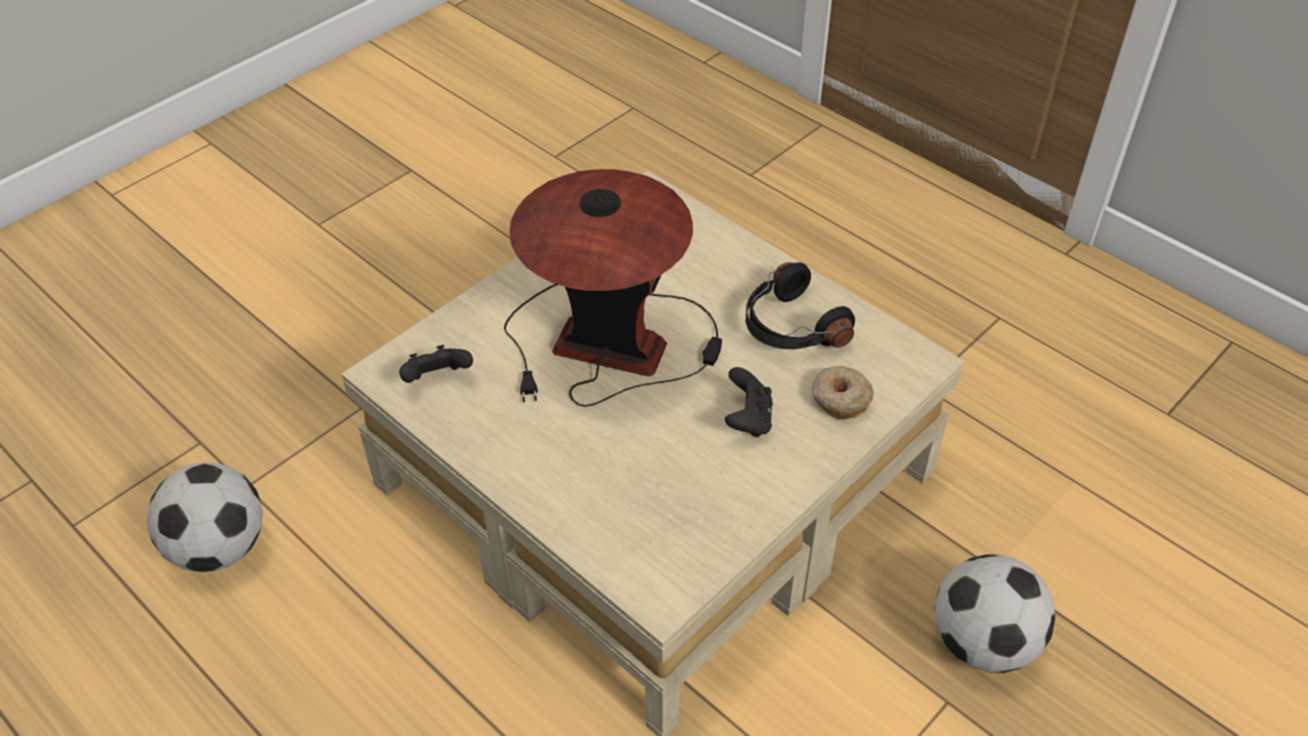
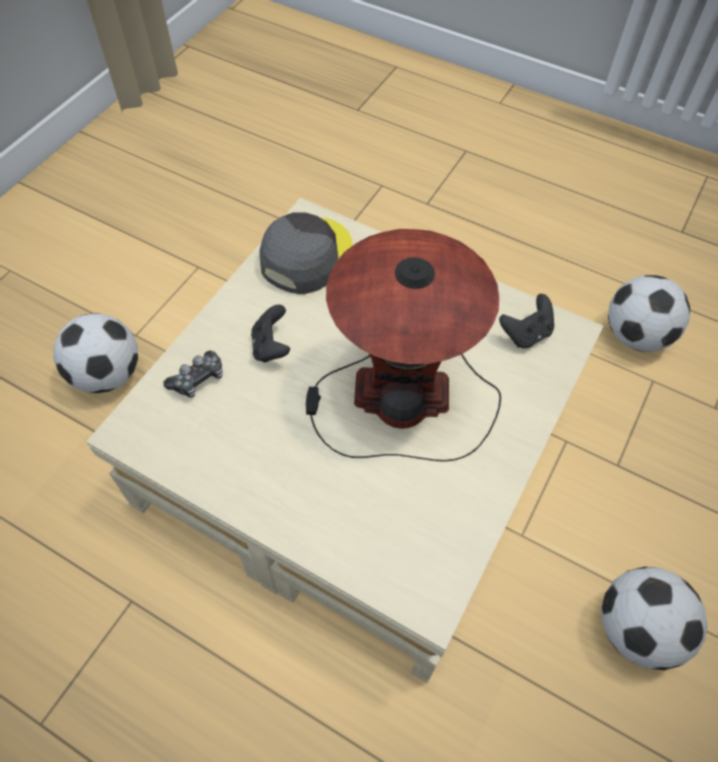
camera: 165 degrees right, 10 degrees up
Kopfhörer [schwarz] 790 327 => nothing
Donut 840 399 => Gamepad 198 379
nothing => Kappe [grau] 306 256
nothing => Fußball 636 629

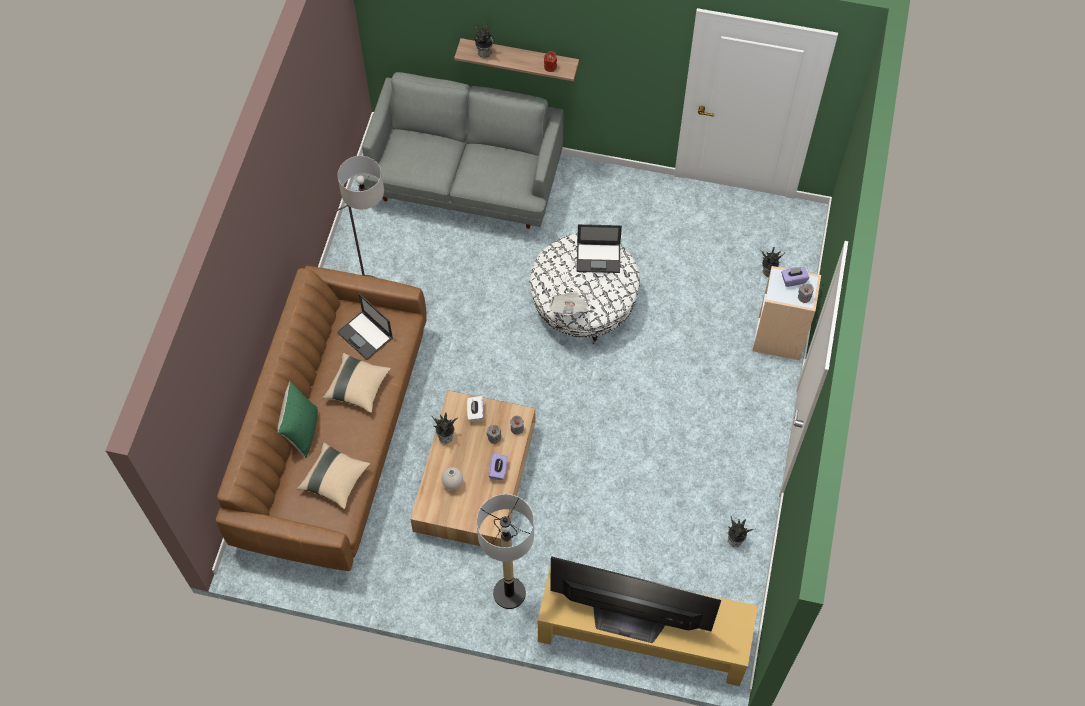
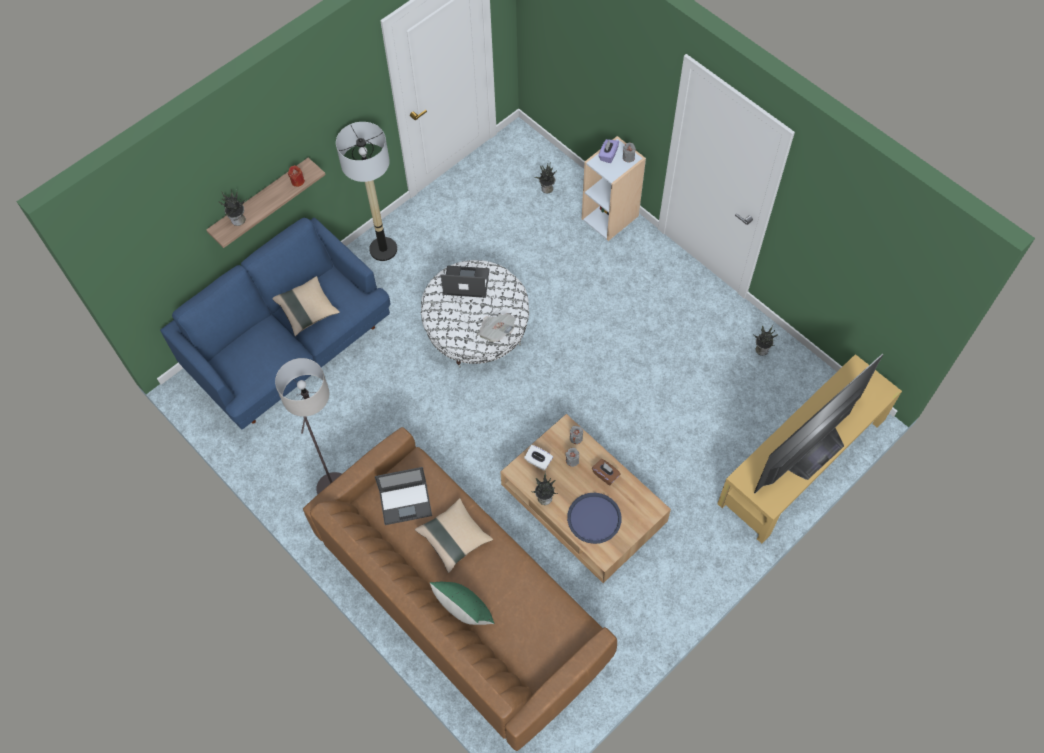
camera: 55 degrees left, 0 degrees up
Sofa [grau] 464 183 => Sofa [blau] 289 350
Laptop 599 257 => Laptop 465 282, 120 degrees counterclockwise
Kissen [beige] 335 480 => Kissen [beige] 307 311, moved
Taschentuchbox [lila] 498 470 => Taschentuchbox [braun] 605 475
Vase [weiß] 452 484 => Tablett [blau] 594 518
Stehlampe 509 593 => Stehlampe 383 249, moved

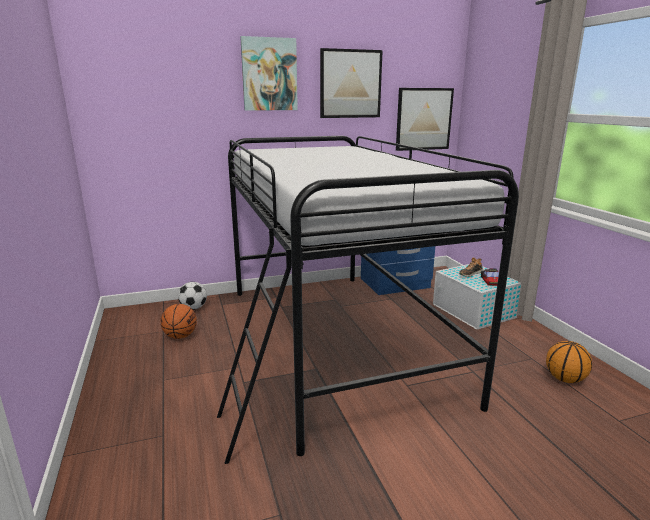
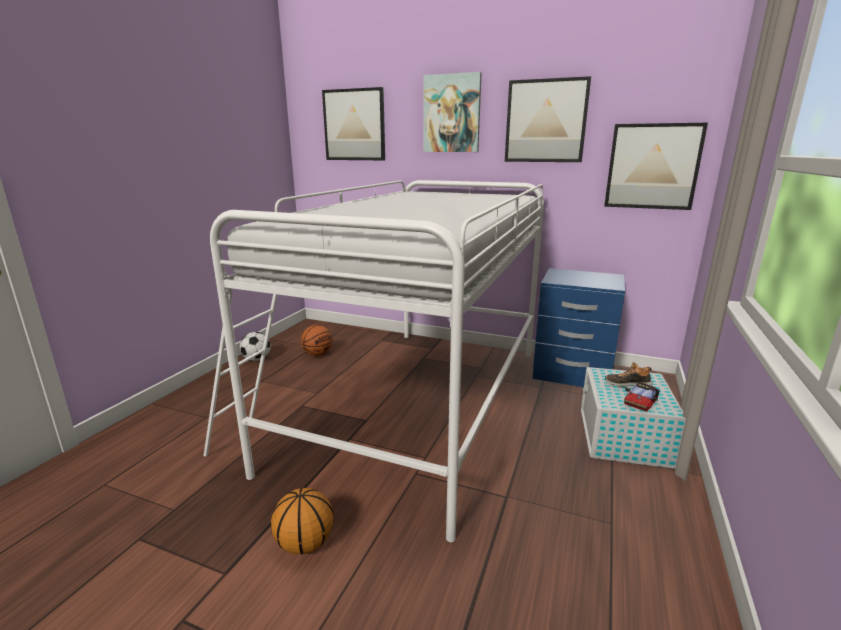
camera: 40 degrees right, 0 degrees up
Bett [schwarz] 332 342 => Bett [weiß] 415 404
Fußball 193 308 => Fußball 257 359, moved
Basketball 565 379 => Basketball 305 544, moved
nothing => Bild 354 125

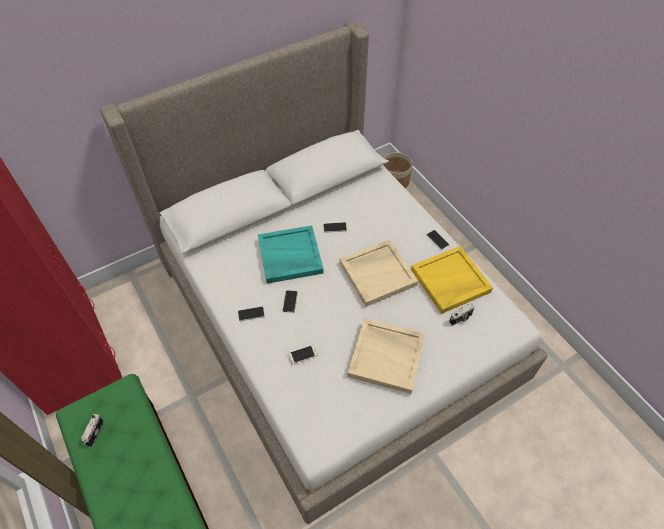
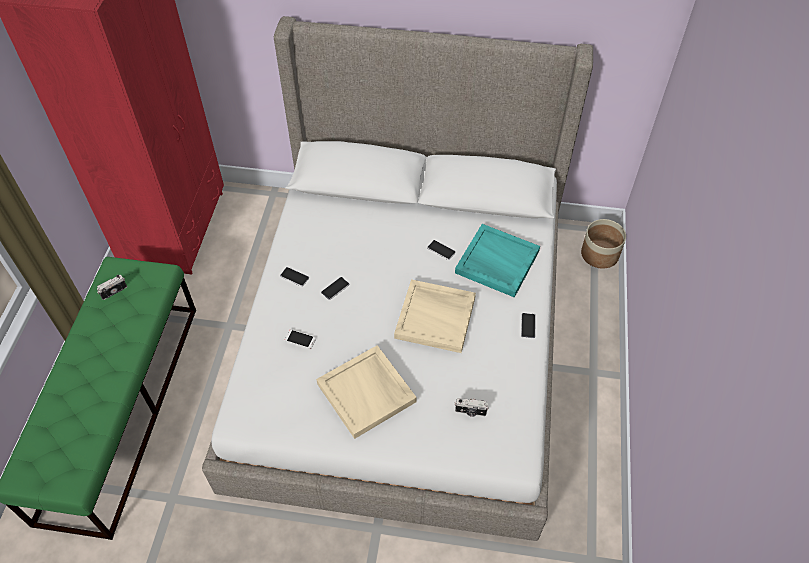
camera: 40 degrees right, 0 degrees up
Tablett [türkis] 289 256 => Tablett [türkis] 496 262, moved
Tablett [gelb] 450 281 => nothing

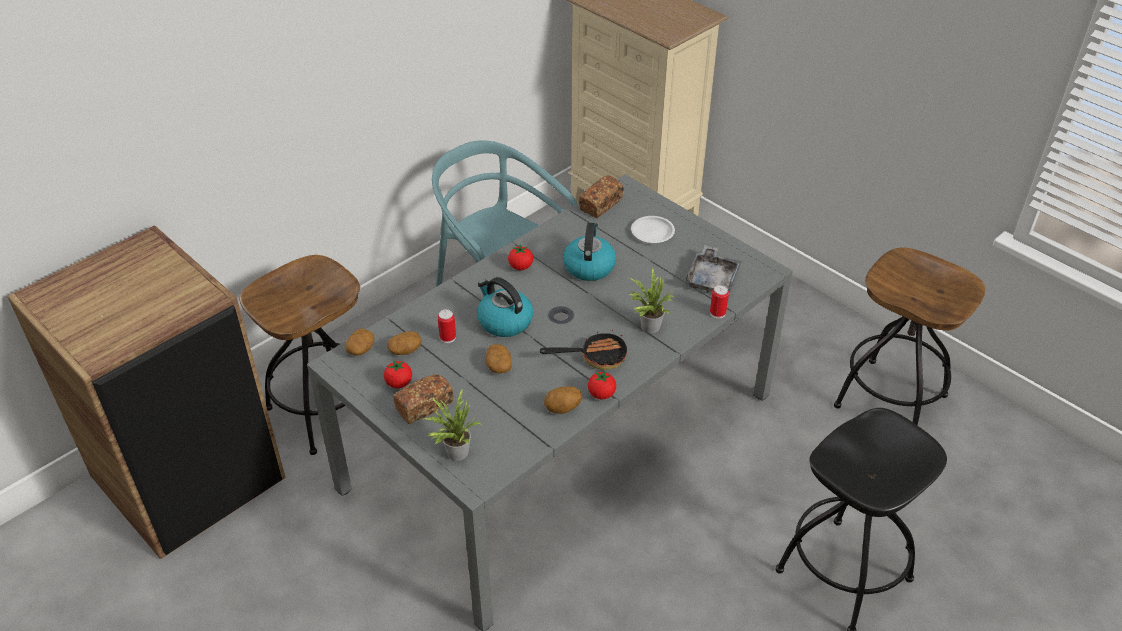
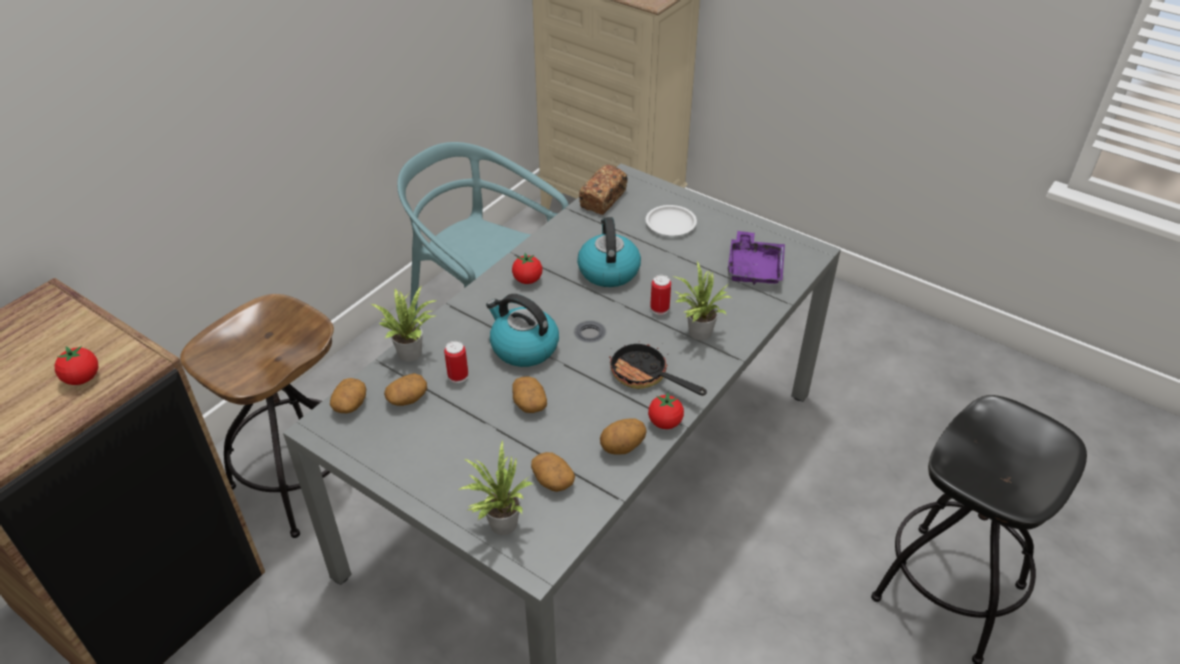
camera: 10 degrees left, 0 degrees up
Tablett [grau] 712 278 => Tablett [lila] 754 268
Hocker [braun] 891 401 => nothing
Dose 717 313 => Dose 659 308, moved
Pfanne 596 356 => Pfanne 645 376, 120 degrees counterclockwise
Tomate 399 383 => Tomate 82 378, moved
Brot 424 406 => nothing
nothing => Topfpflanze 412 351
nothing => Kartoffel 552 480

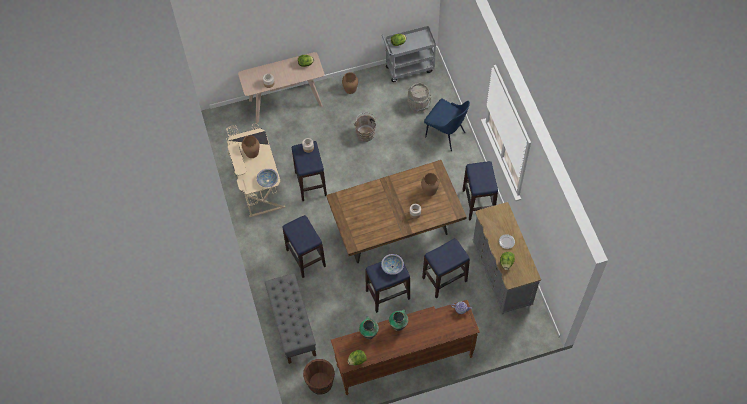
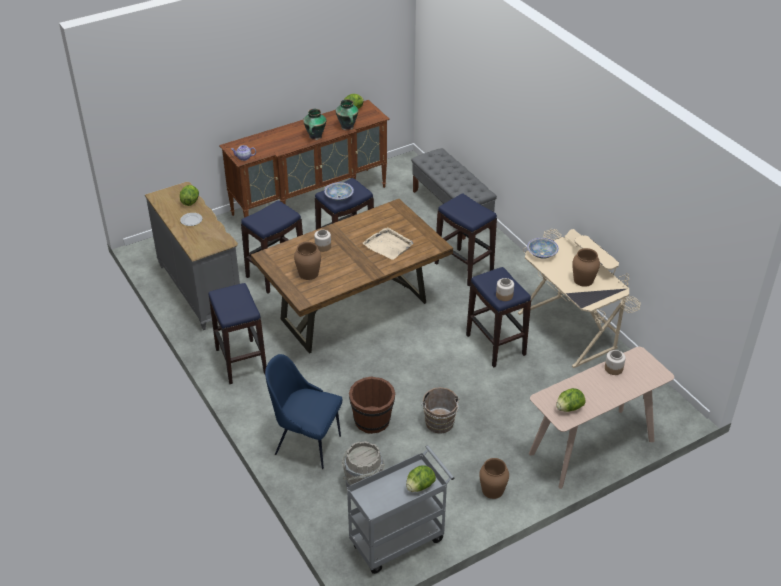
camera: 165 degrees right, 20 degrees down
Eimer [braun] 320 382 => Eimer [braun] 372 421, moved
nothing => Tablett [beige] 388 245

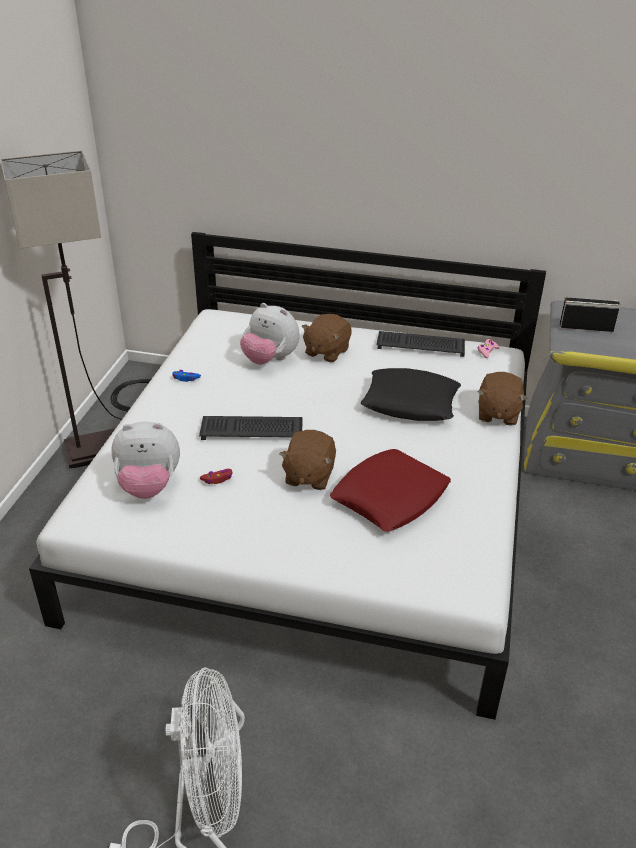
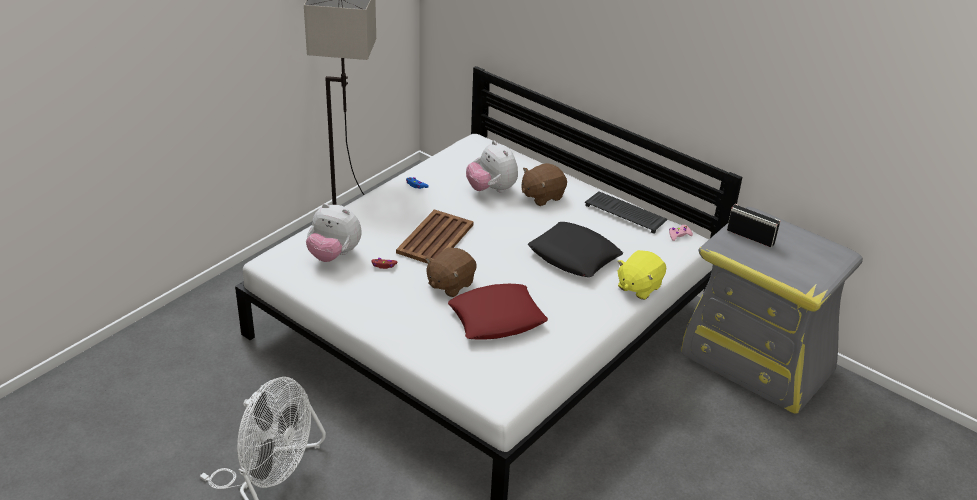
camera: 25 degrees right, 0 degrees up
Plüschtier [braun] 497 413 => Plüschtier [gelb] 638 287
Tastatur 253 429 => Tablett [braun] 436 238

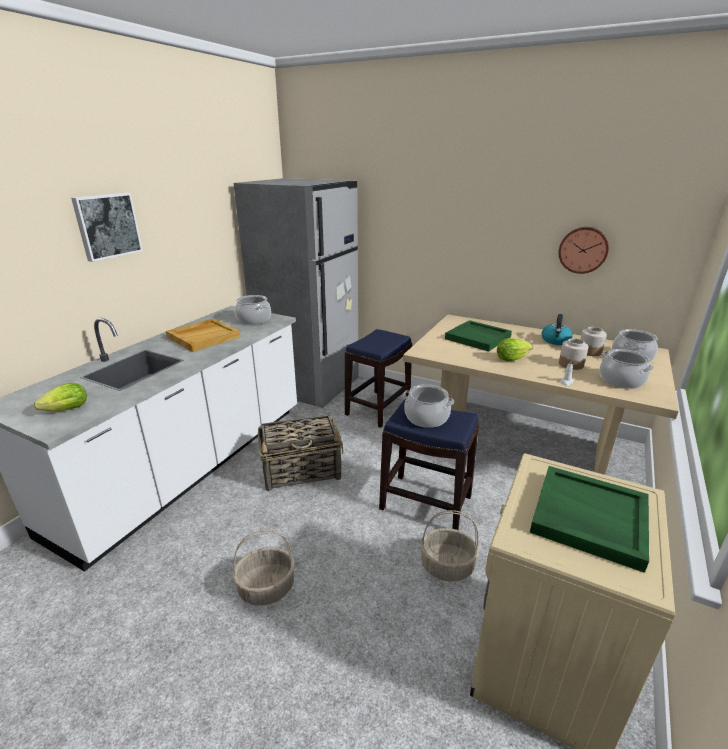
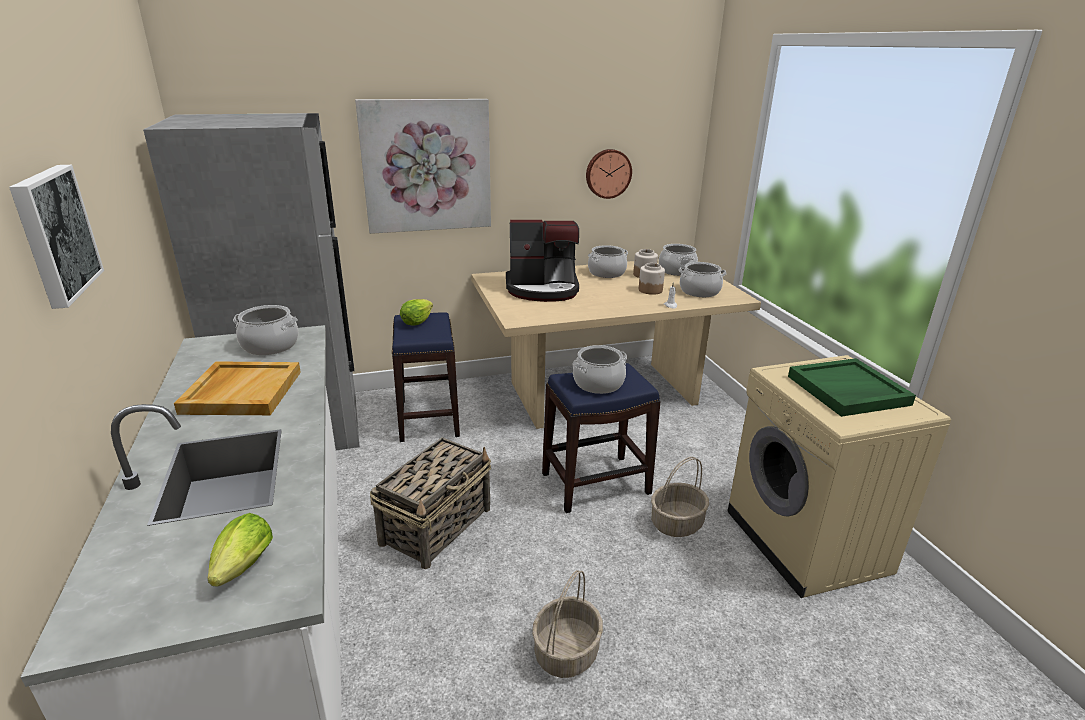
camera: 45 degrees left, 0 degrees up
Wasserkessel 555 341 => Kochtopf 606 273
Tablett [grün] 478 338 => Kaffeemaschine 543 289
Salatkopf 511 359 => Salatkopf 417 322, moved
nothing => Bild 427 166

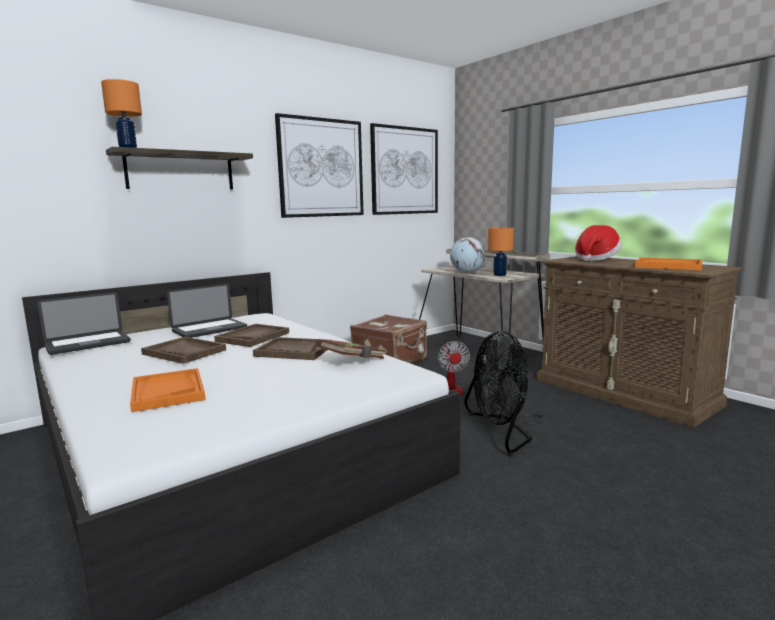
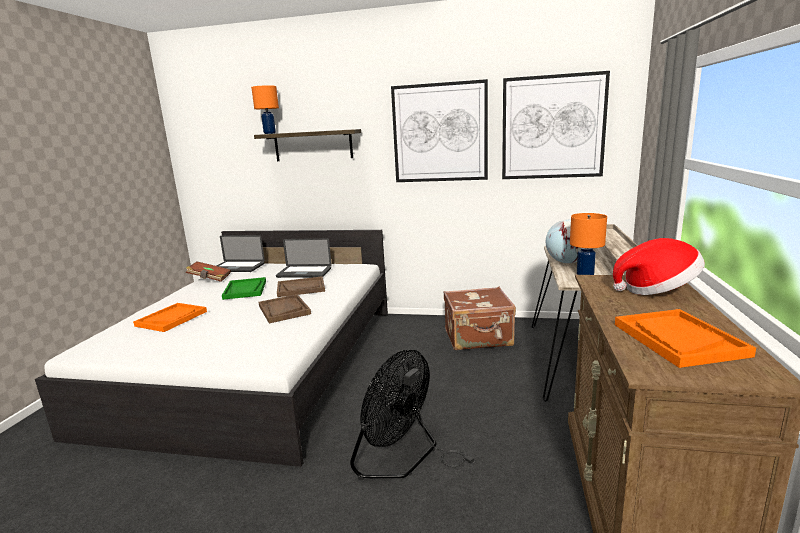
camera: 50 degrees right, 5 degrees up
Tablett [braun] 184 352 => Tablett [grün] 245 290
Buch [braun] 353 361 => Buch [braun] 209 279, moved
Ventilator 457 390 => nothing

